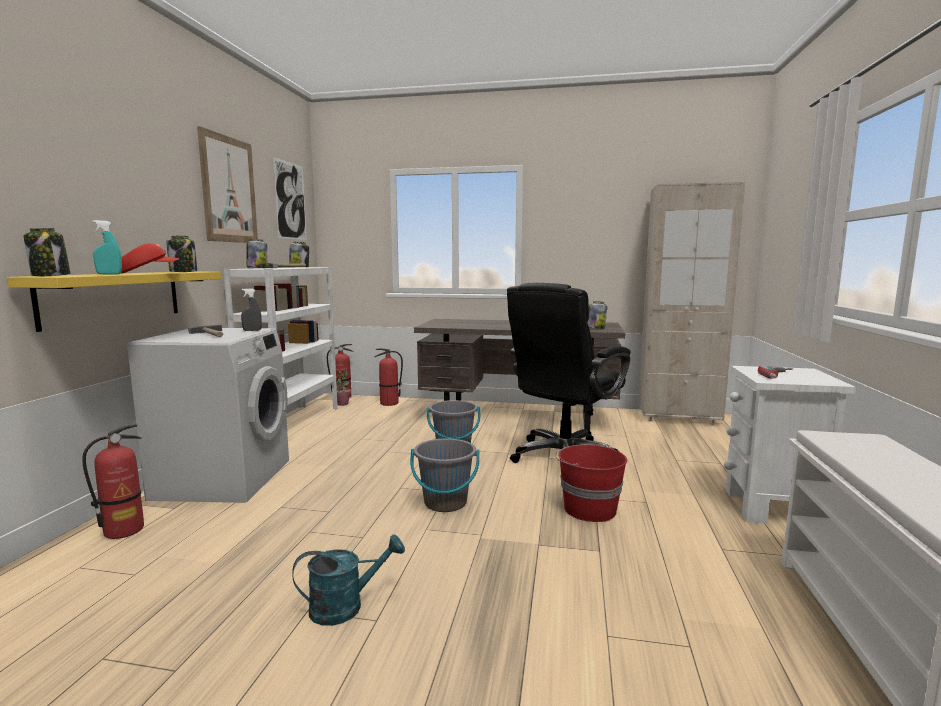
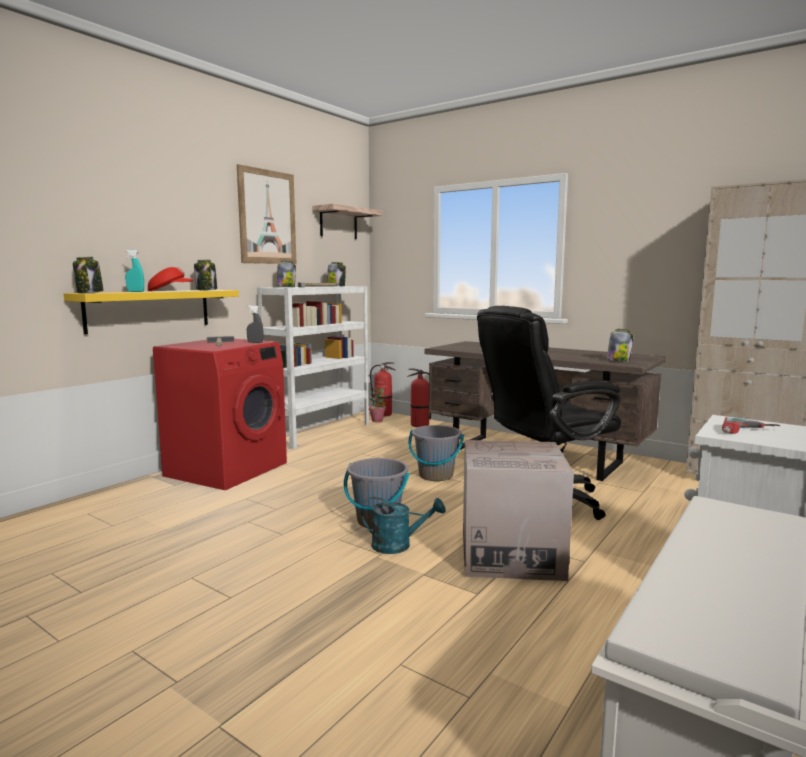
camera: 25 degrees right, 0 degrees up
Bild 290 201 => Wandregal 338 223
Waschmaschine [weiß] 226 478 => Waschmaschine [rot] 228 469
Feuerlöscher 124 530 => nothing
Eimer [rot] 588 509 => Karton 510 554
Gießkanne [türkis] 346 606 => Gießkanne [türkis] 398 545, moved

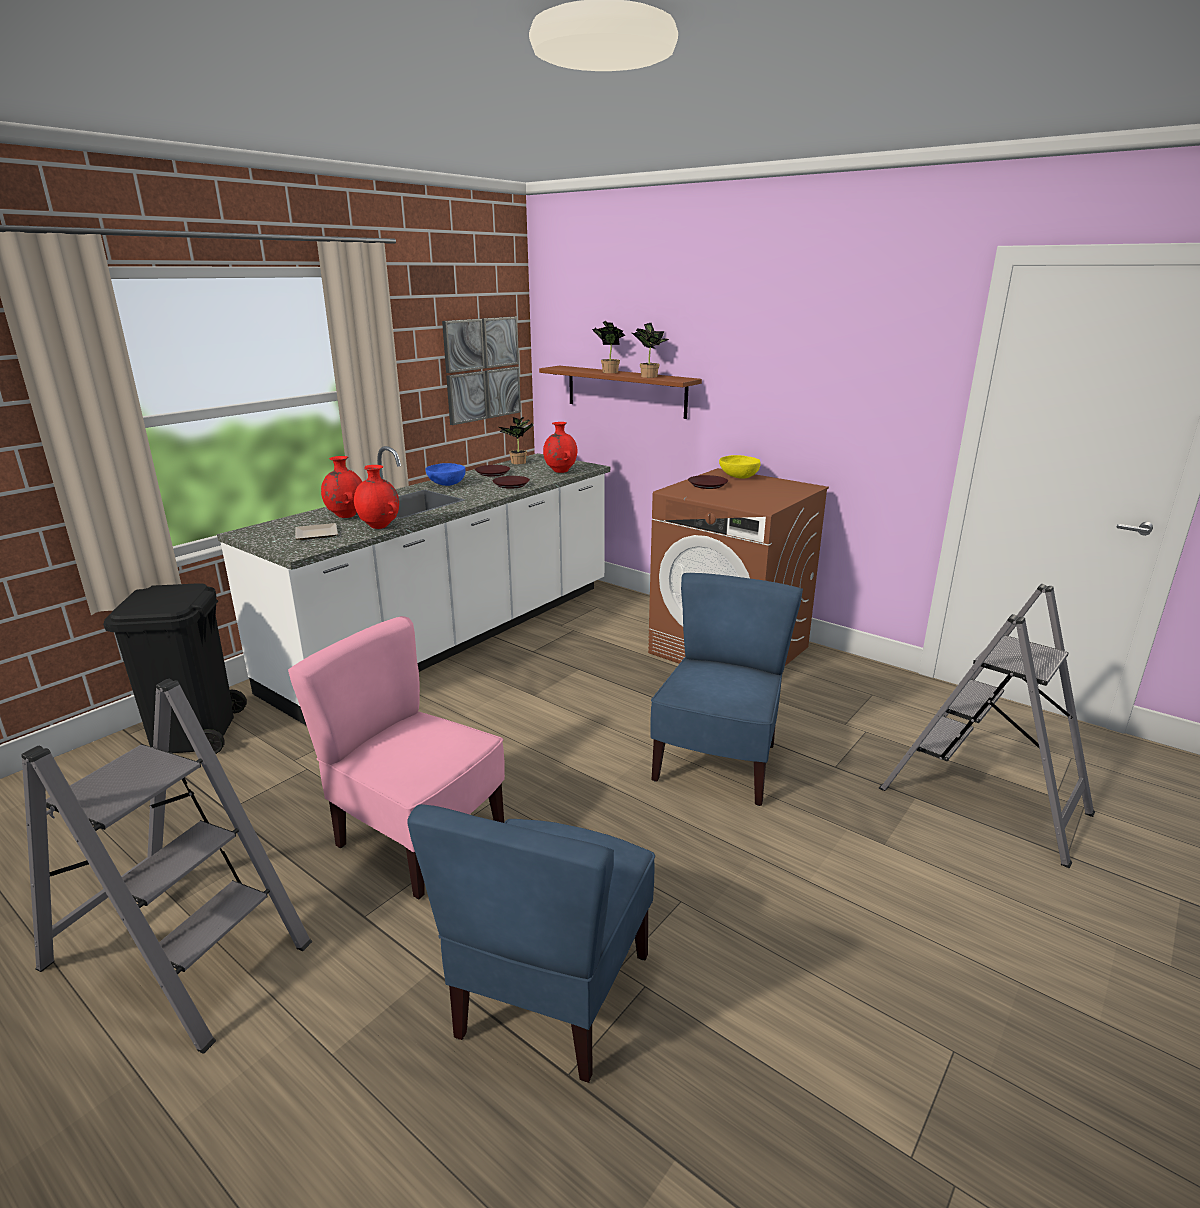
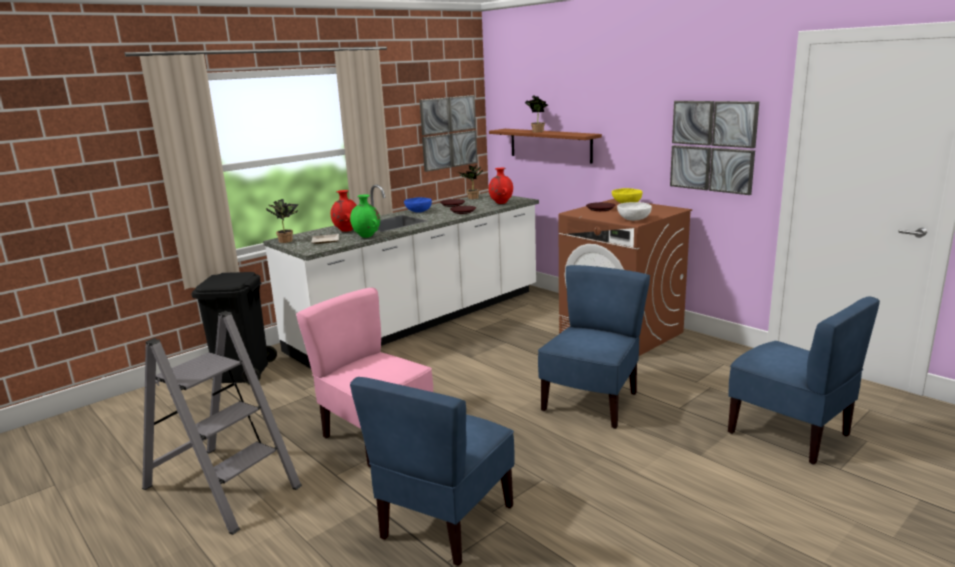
camera: 10 degrees right, 5 degrees down
Topfpflanze 649 376 => Topfpflanze 286 240, moved
Vase [rot] 380 527 => Vase [grün] 367 236
Trittleiter [grau] 986 801 => Stuhl [blau] 789 433
nothing => Bild 712 146
nothing => Schüssel [weiß] 633 219

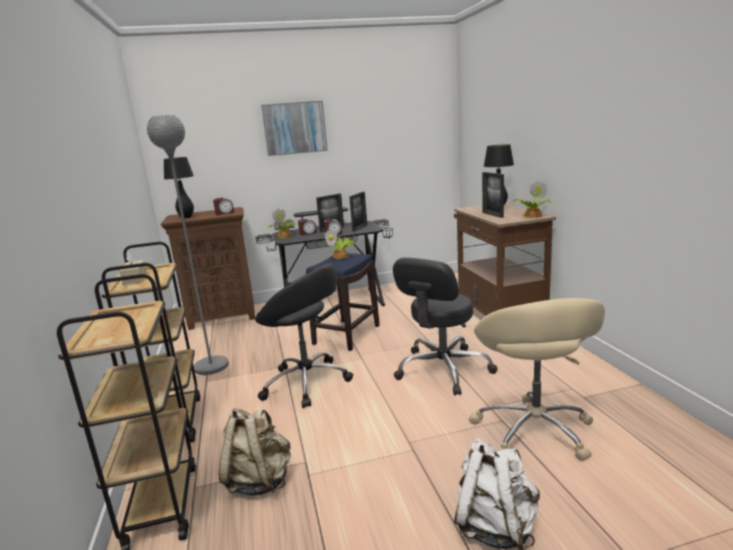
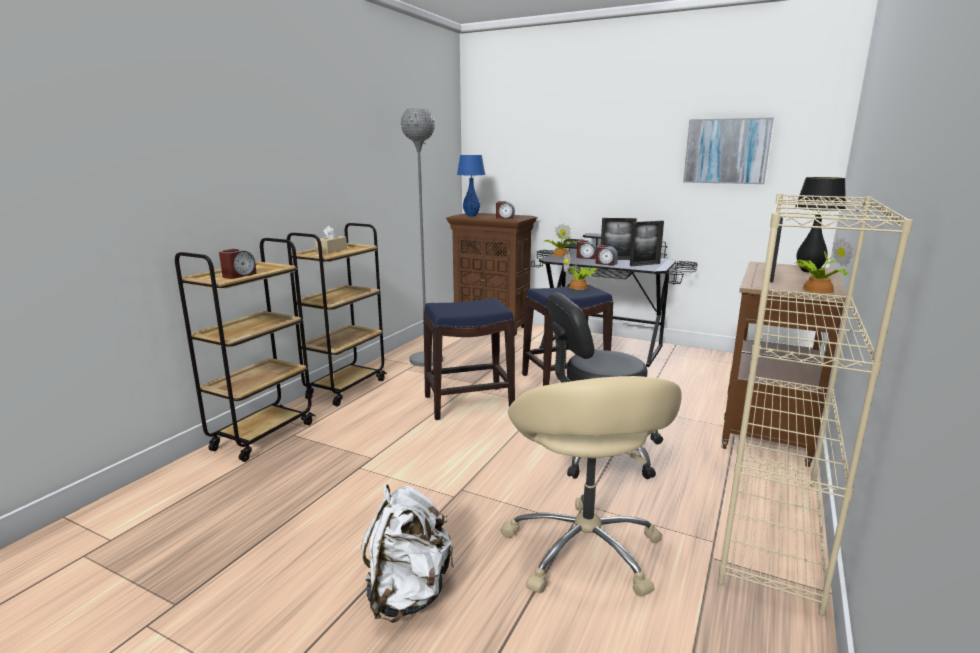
camera: 40 degrees right, 0 degrees up
Bild 294 128 => Bild 726 151, moved
Tischlampe [schwarz] 186 217 => Tischlampe [blau] 471 216
Bürostuhl [schwarz] 308 383 => Hocker 468 403
Bürostuhl [beige] 534 433 => Bürostuhl [beige] 584 552, 45 degrees counterclockwise
Rucksack [beige] 259 480 => nothing
nothing => Bücherregal [beige] 773 529
nothing => Wecker 239 275

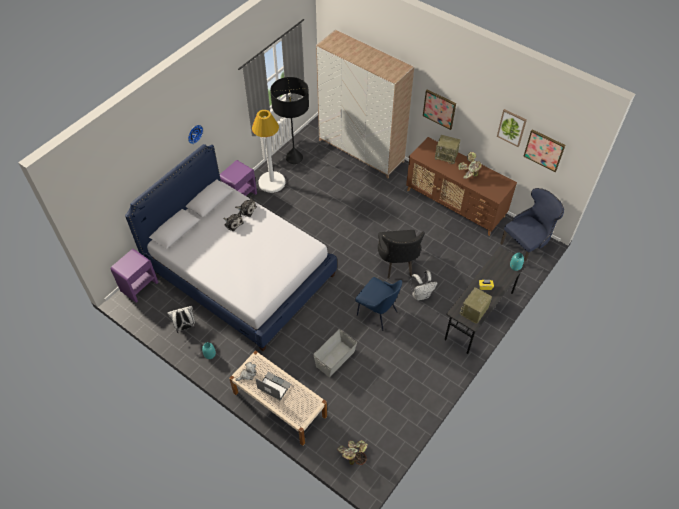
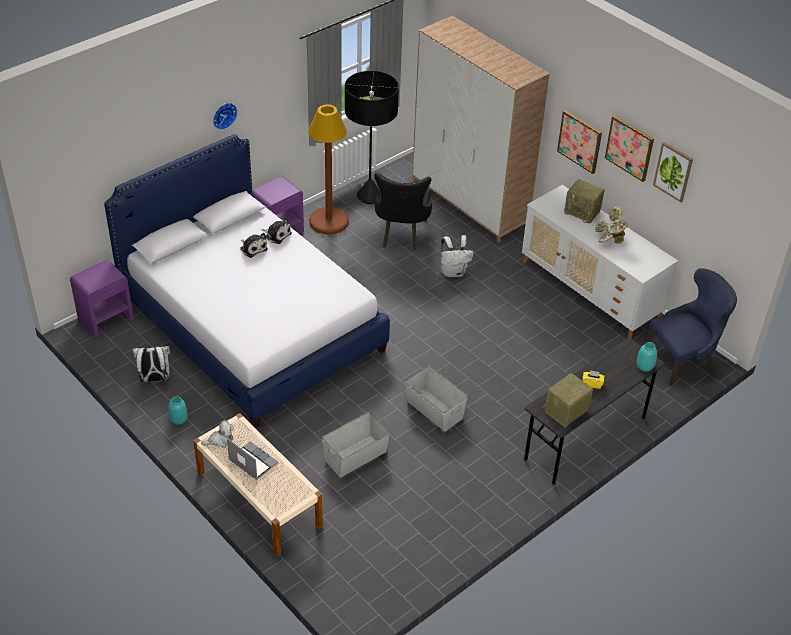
camera: 10 degrees right, 10 degrees down
Stehlampe [weiß] 272 182 => Stehlampe [braun] 329 221
Bild 544 150 => Bild 629 147, moved
Kommode [braun] 455 203 => Kommode [weiß] 590 289
Stuhl [schwarz] 397 264 => Stuhl [schwarz] 401 235, moved
Rucksack [weiß] 421 295 => Rucksack [weiß] 453 272, moved
Stuhl [blau] 377 313 => Aufbewahrungsbox [grau] 434 410
Topfpflanze 353 454 => nothing

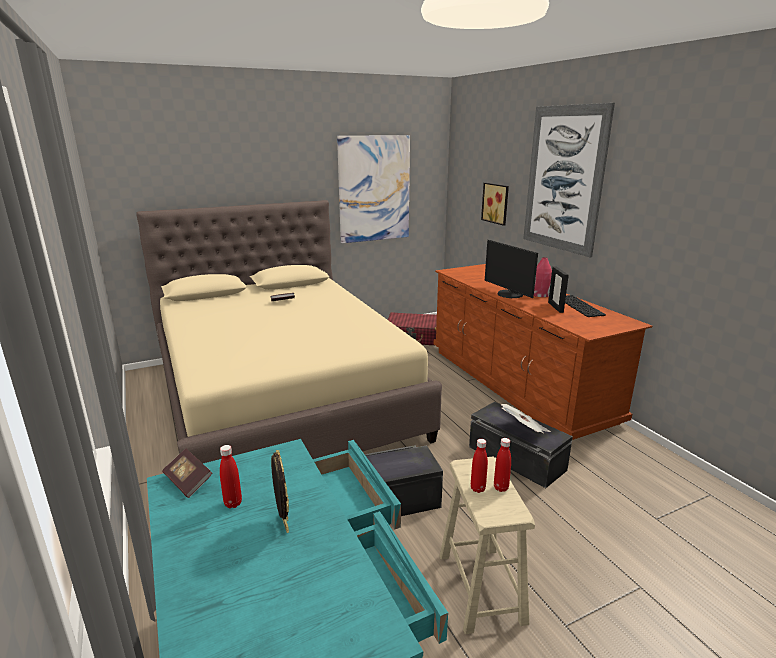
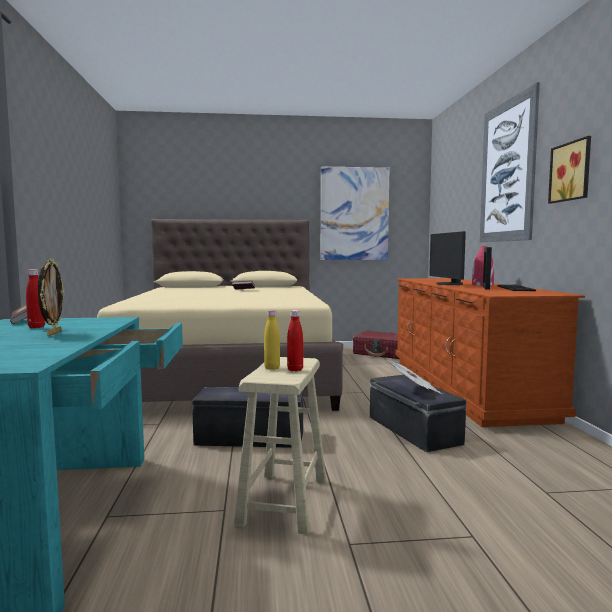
camera: 20 degrees right, 15 degrees down
Bild 496 203 => Bild 572 171, moved
Flasche [rot] 477 488 => Flasche [gelb] 272 368

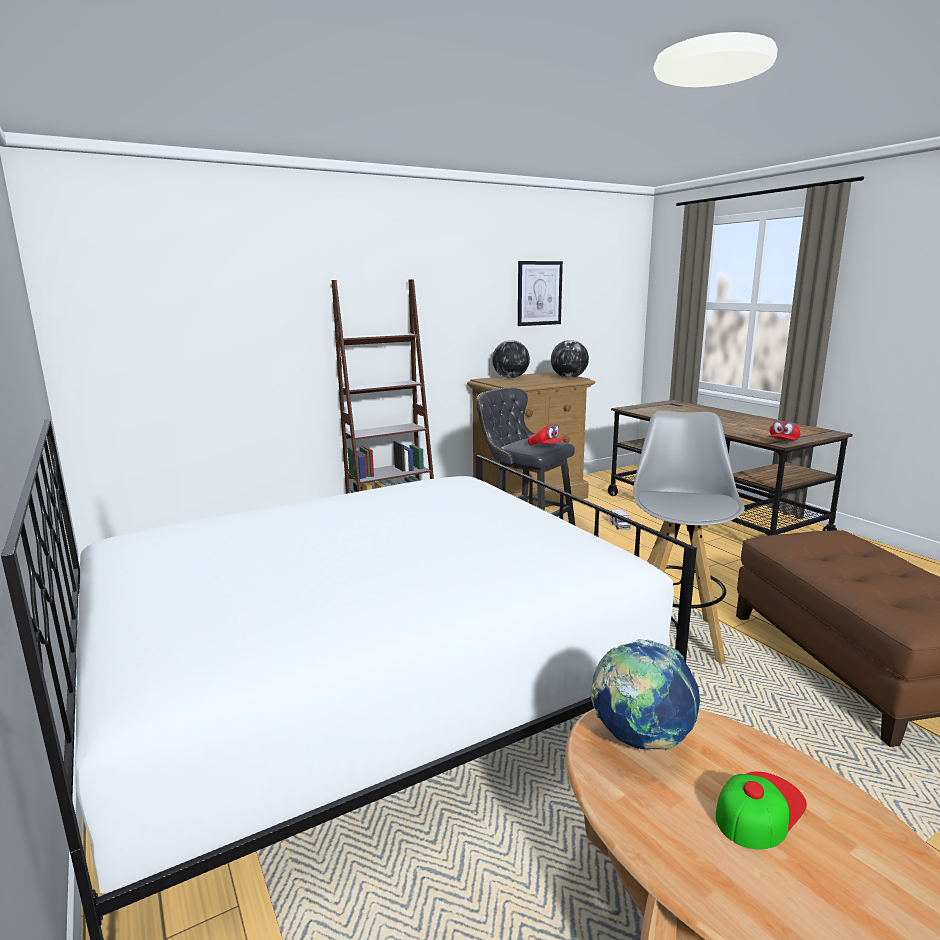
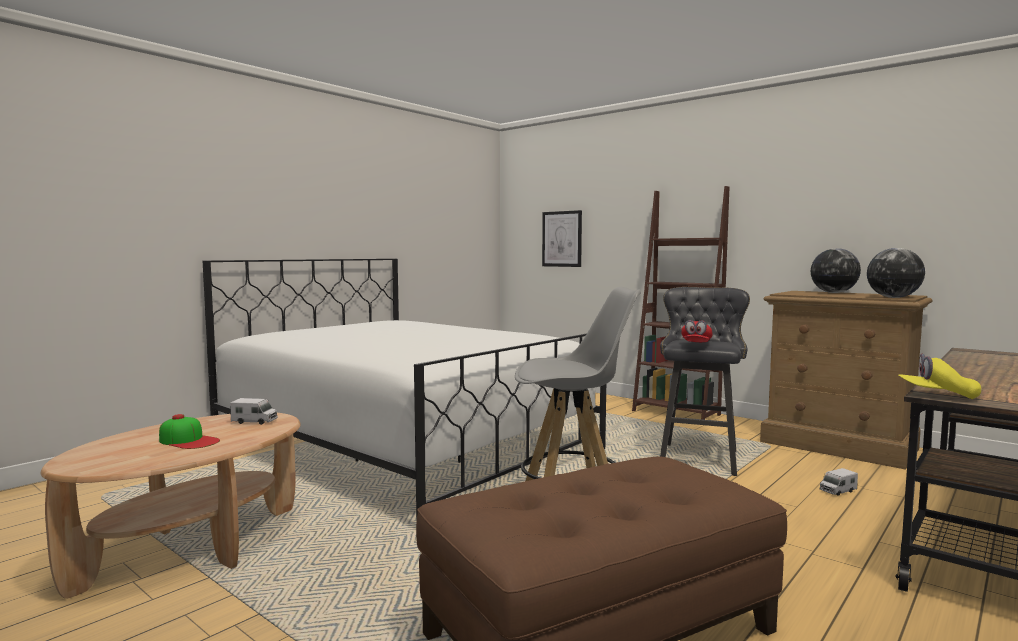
camera: 70 degrees right, 10 degrees down
Bild 539 293 => Bild 562 239, moved
Kappe [rot] 782 443 => Kappe [gelb] 937 396
Globus 640 740 => Spielzeuglaster 254 421

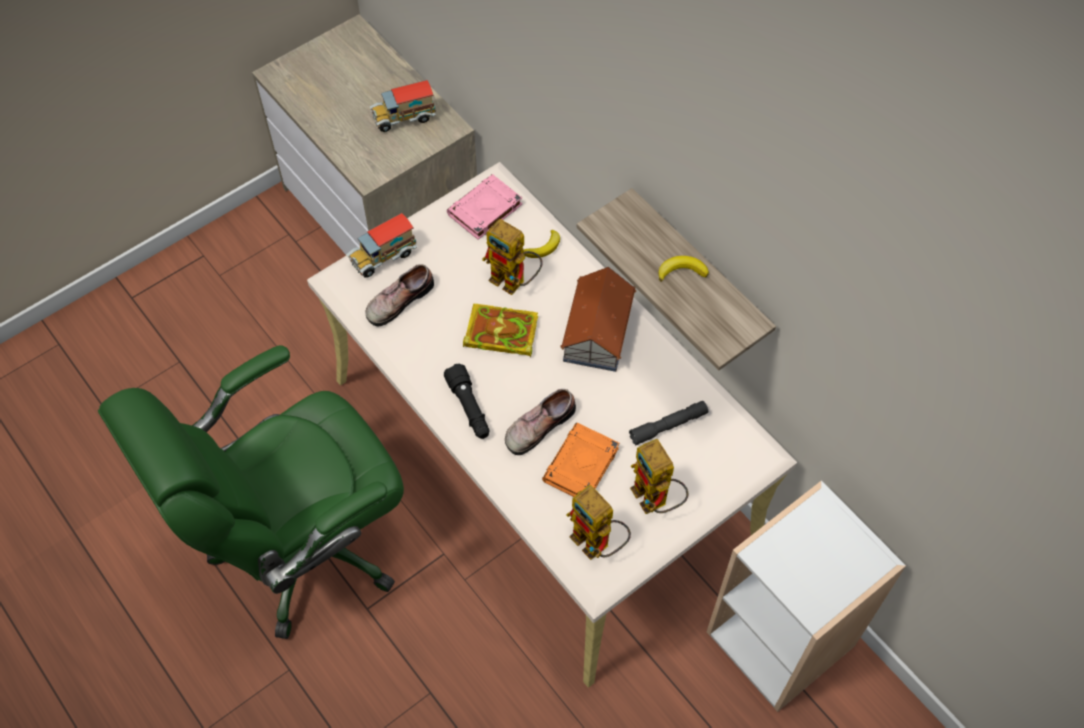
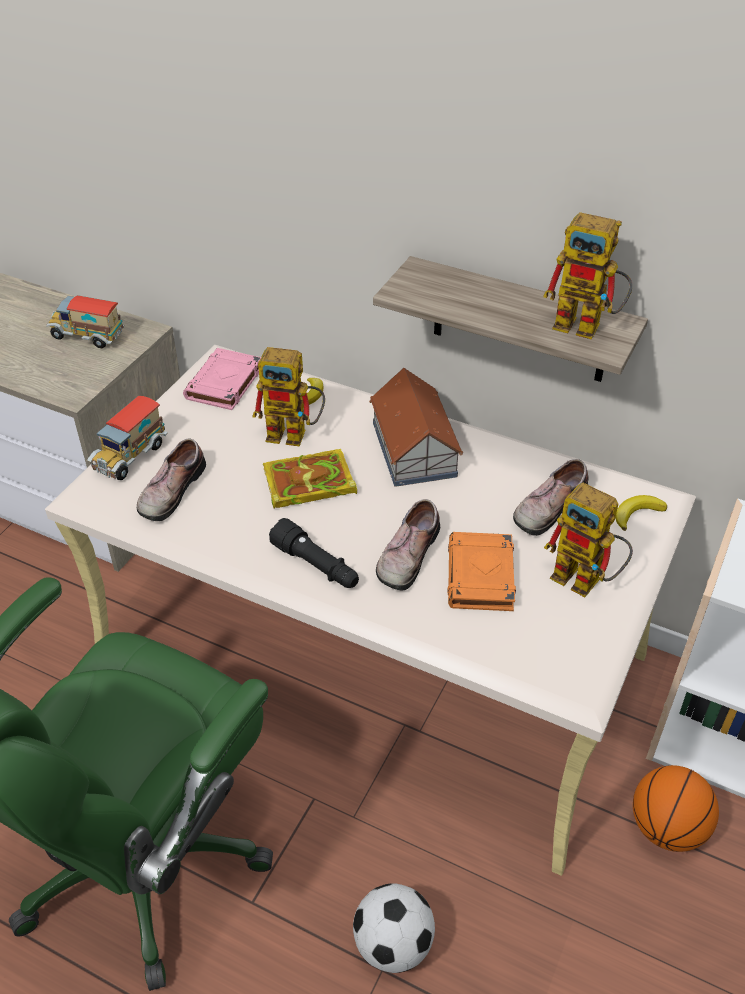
camera: 25 degrees left, 15 degrees down
Spielzeuglaster 404 118 => Spielzeuglaster 88 337, 60 degrees clockwise
Banane 681 271 => Banane 637 514, moved
Taschenlampe [grau] 668 426 => Schuh 547 506
Spielzeugroboter 597 545 => Spielzeugroboter 587 326, moved
nothing => Basketball 666 828
nothing => Fußball 393 943

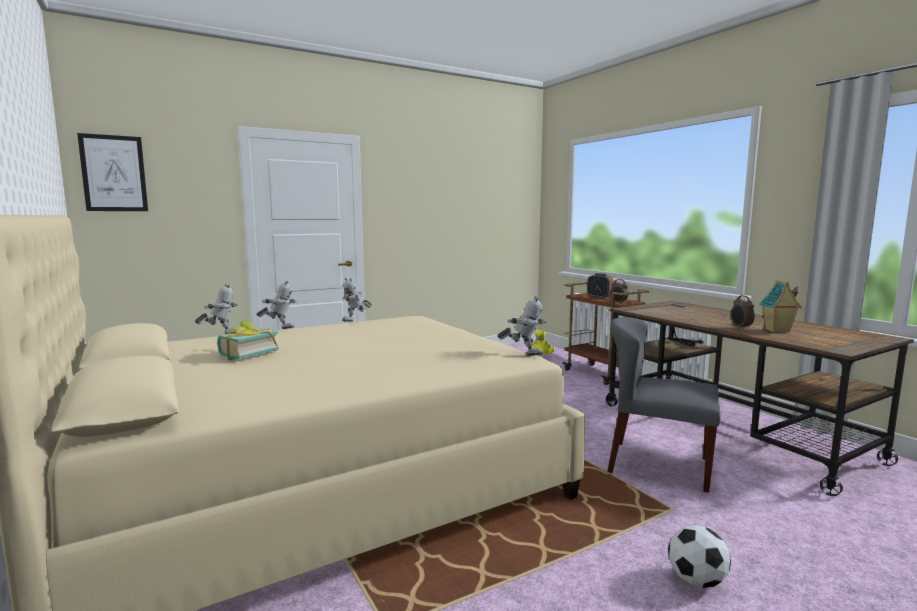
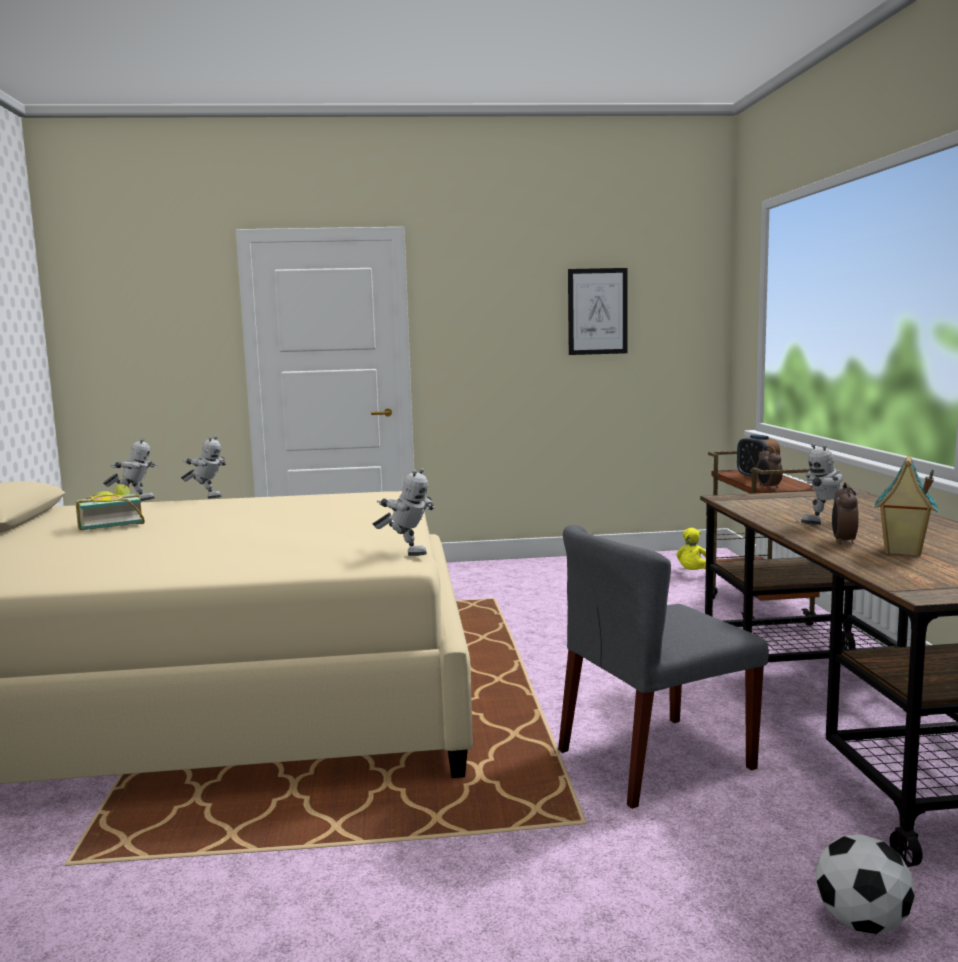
camera: 25 degrees right, 0 degrees up
Bild 114 173 => Bild 597 311, moved
Spielzeugroboter 356 321 => Spielzeugroboter 827 524, moved
Stuhl [grau] 657 465 => Stuhl [grau] 654 760, 75 degrees counterclockwise
Fußball 696 580 => Fußball 861 923, moved

